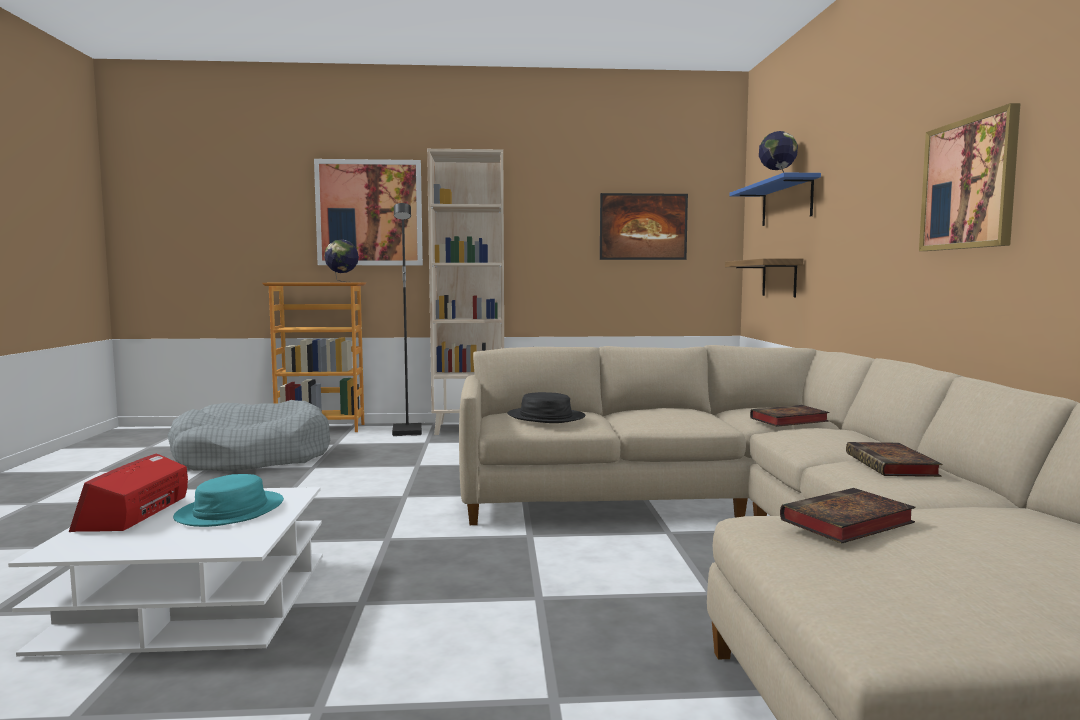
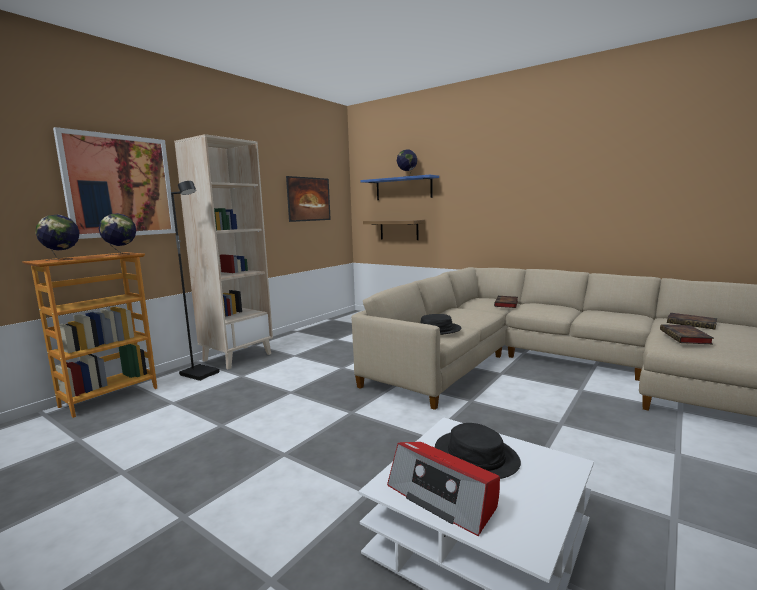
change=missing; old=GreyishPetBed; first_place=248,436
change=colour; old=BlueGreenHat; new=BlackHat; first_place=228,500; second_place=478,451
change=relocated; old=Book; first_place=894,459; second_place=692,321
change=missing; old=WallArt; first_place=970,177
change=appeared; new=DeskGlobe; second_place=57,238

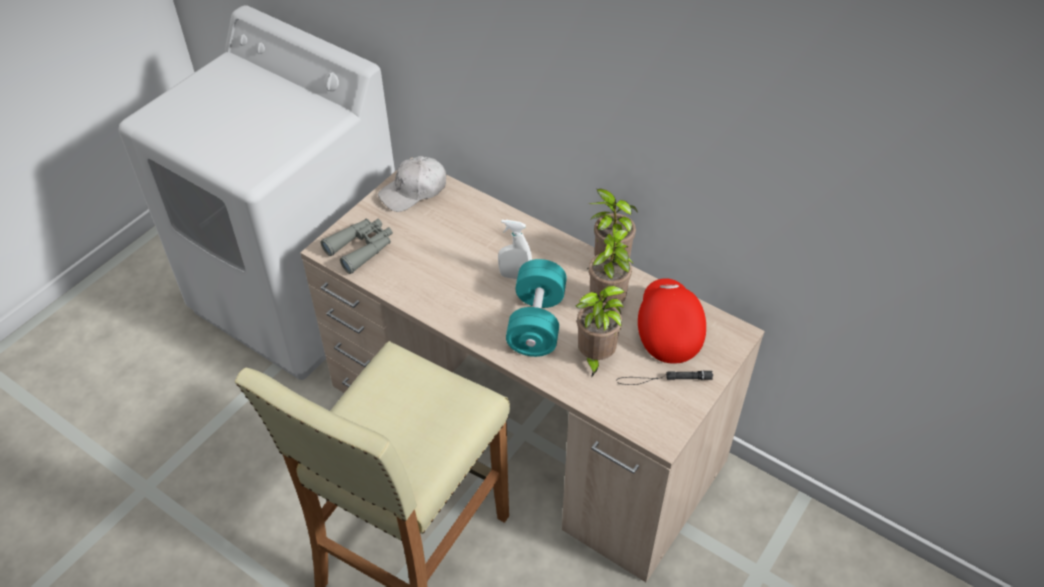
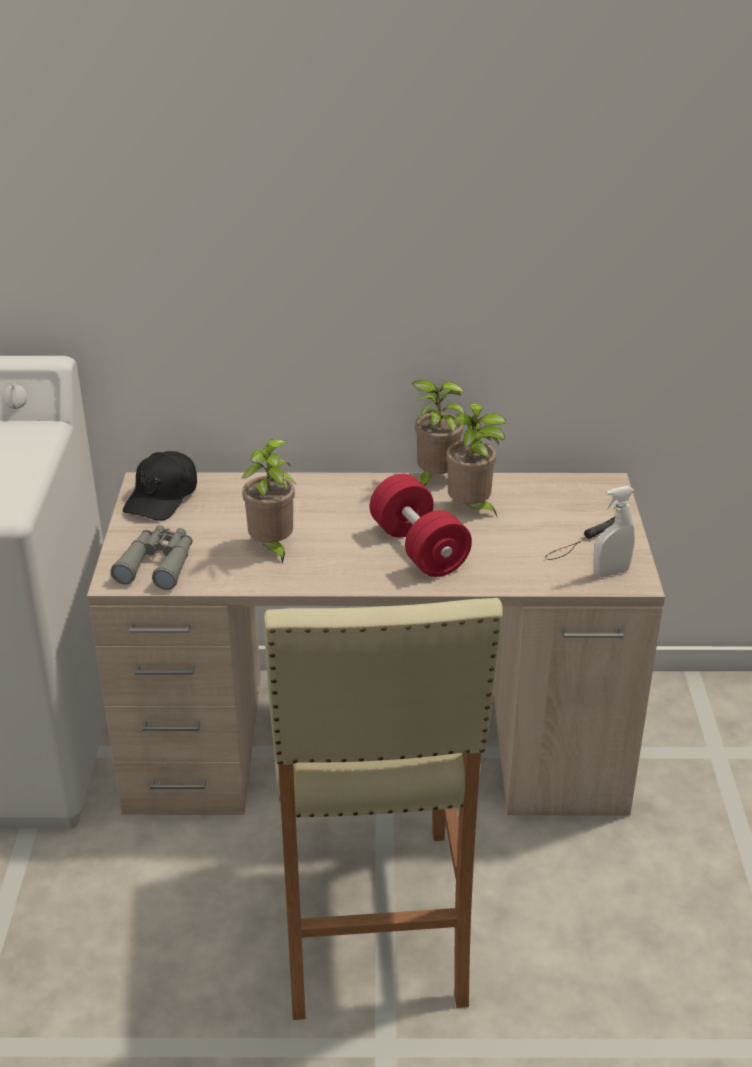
change=colour; old=WhitishCap; new=BlackCap; first_place=412,184; second_place=160,486
change=relocated; old=WhitishSprayer; first_place=515,249; second_place=614,531
change=colour; old=BlueGreenHandWeight; new=RedColouredHandWeight; first_place=536,308; second_place=420,525
change=relocated; old=PlantInAPot; first_place=600,331; second_place=269,501
change=missing; old=RedColouredCap; first_place=672,321

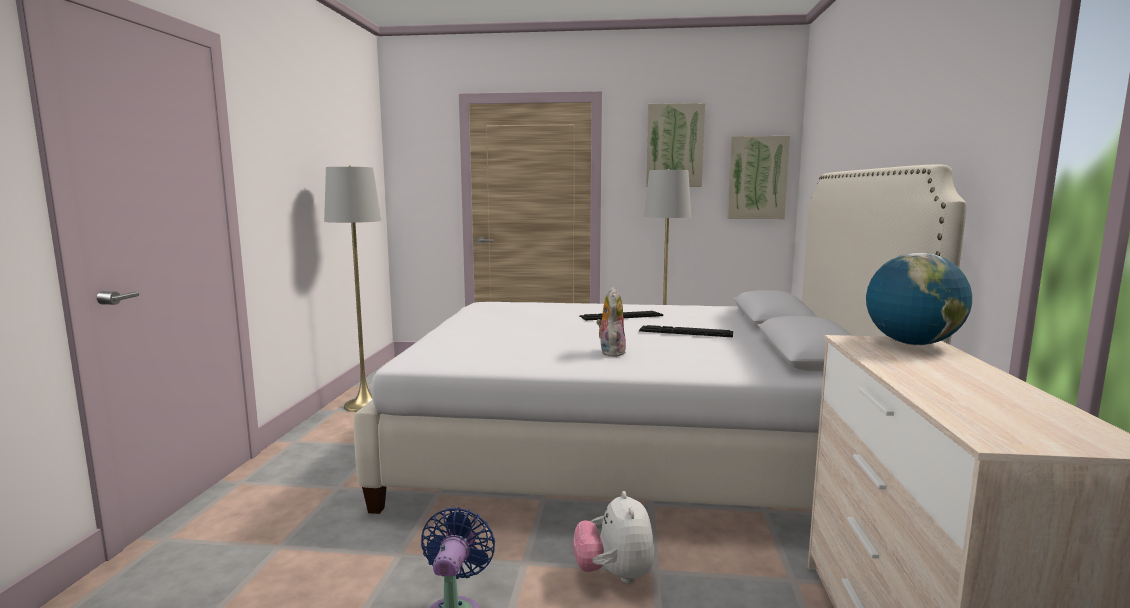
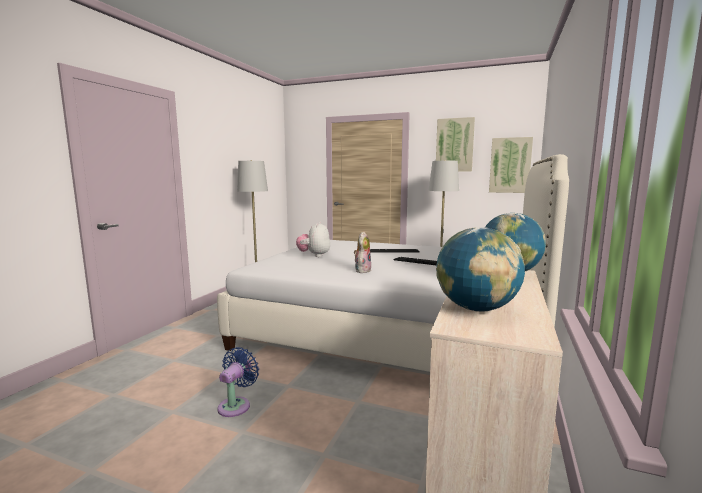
change=relocated; old=PlushToy; first_place=614,537; second_place=313,239
change=appeared; new=DeskGlobe; second_place=480,269

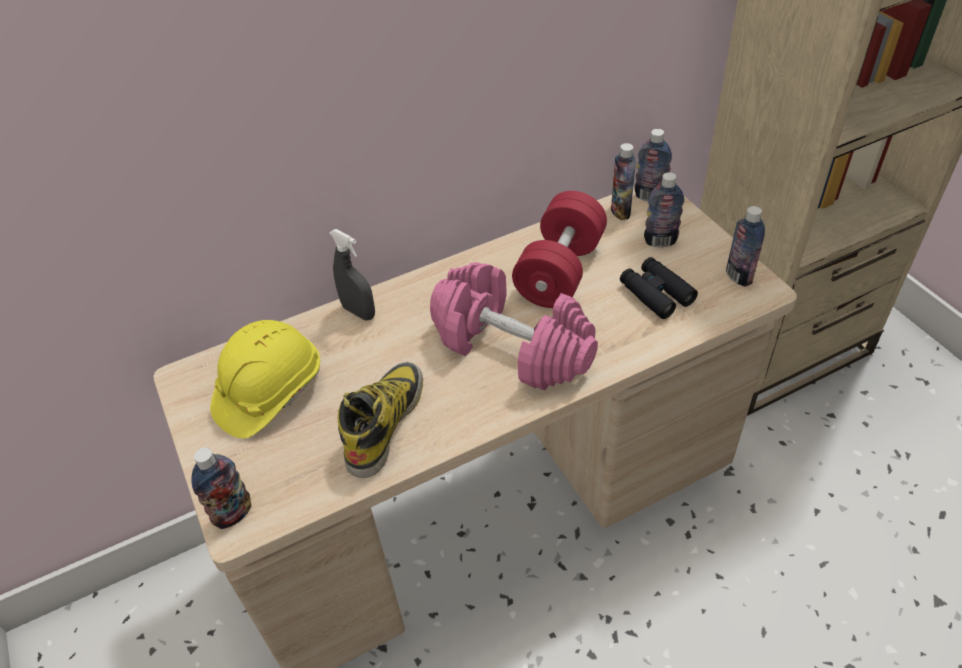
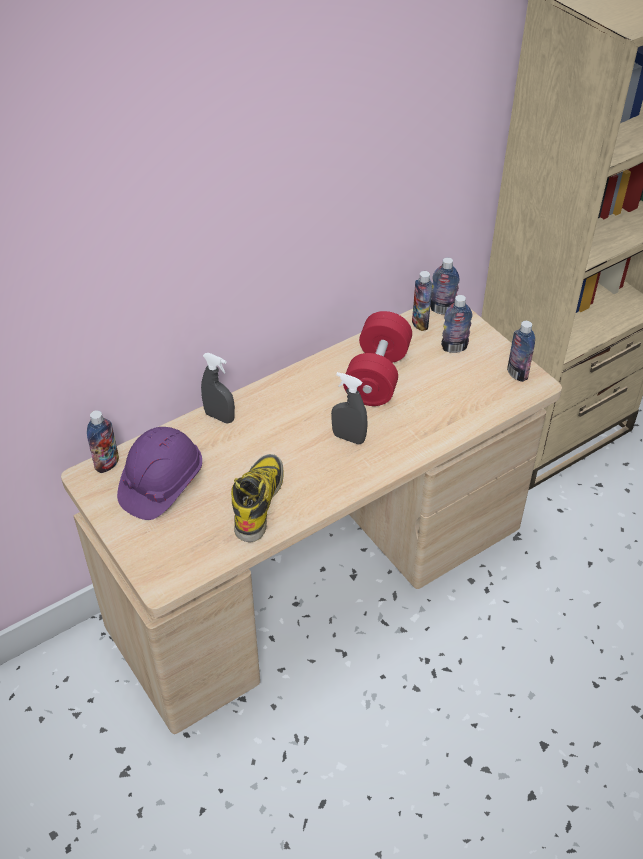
change=relocated; old=Bottle; first_place=221,488; second_place=103,441
change=colour; old=YellowColouredSafetyHelmet; new=PurpleSafetyHelmet; first_place=265,379; second_place=159,473
change=exchanged; old=PinkColouredHandWeight; new=GreyishSprayer; first_place=514,326; second_place=349,408
change=missing; old=BlackFieldGlasses; first_place=659,288

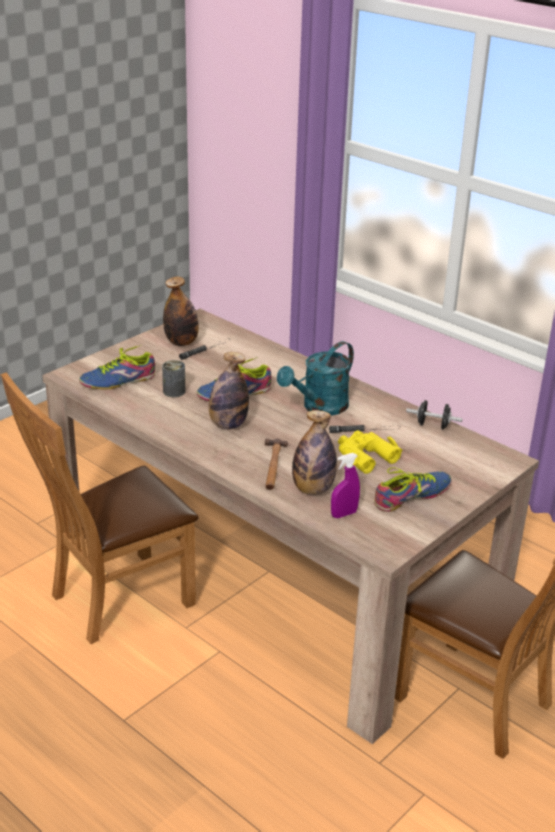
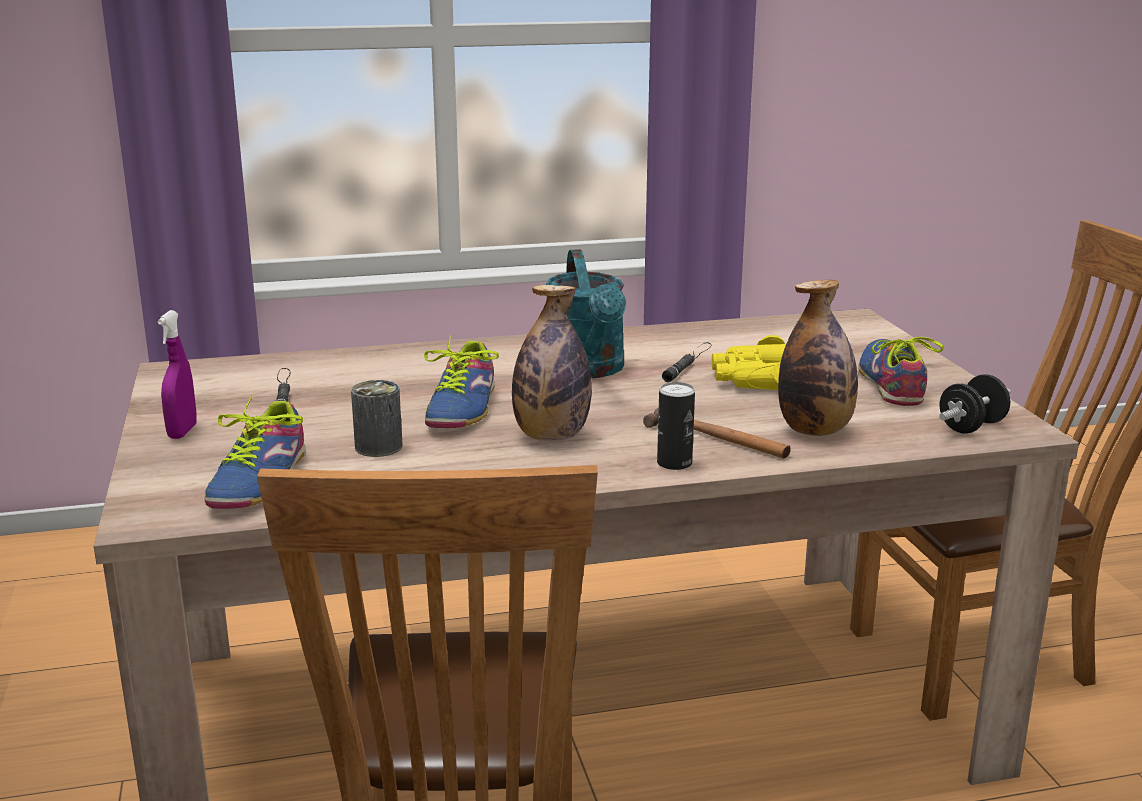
change=missing; old=Bottle; first_place=181,311
change=relocated; old=PurpleSprayer; first_place=345,485; second_place=177,374
change=relocated; old=BlackHandWeight; first_place=434,415; second_place=974,403
change=appeared; new=MetalCan; second_place=676,426

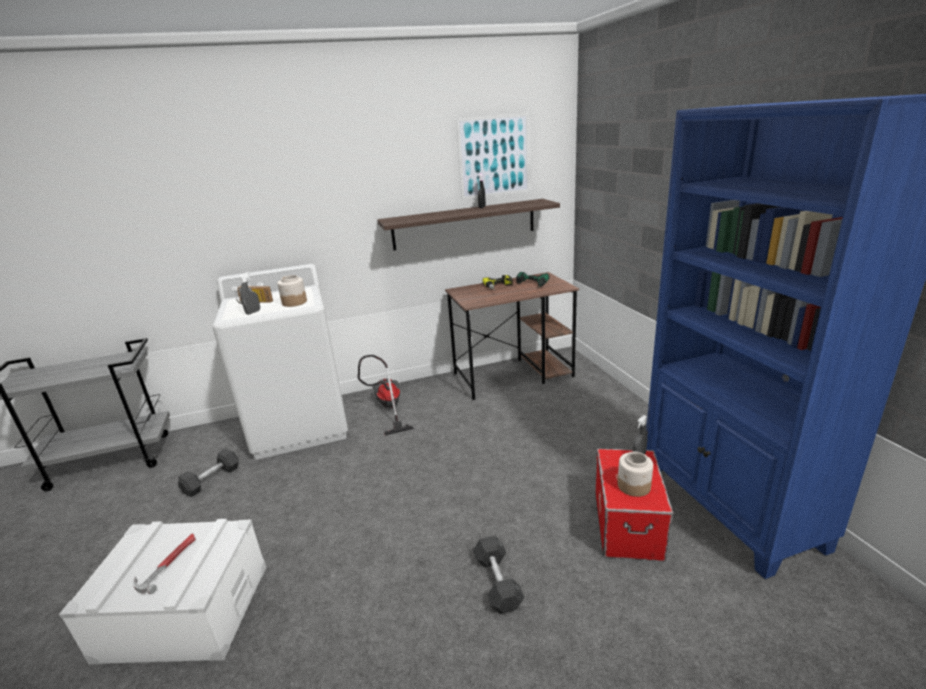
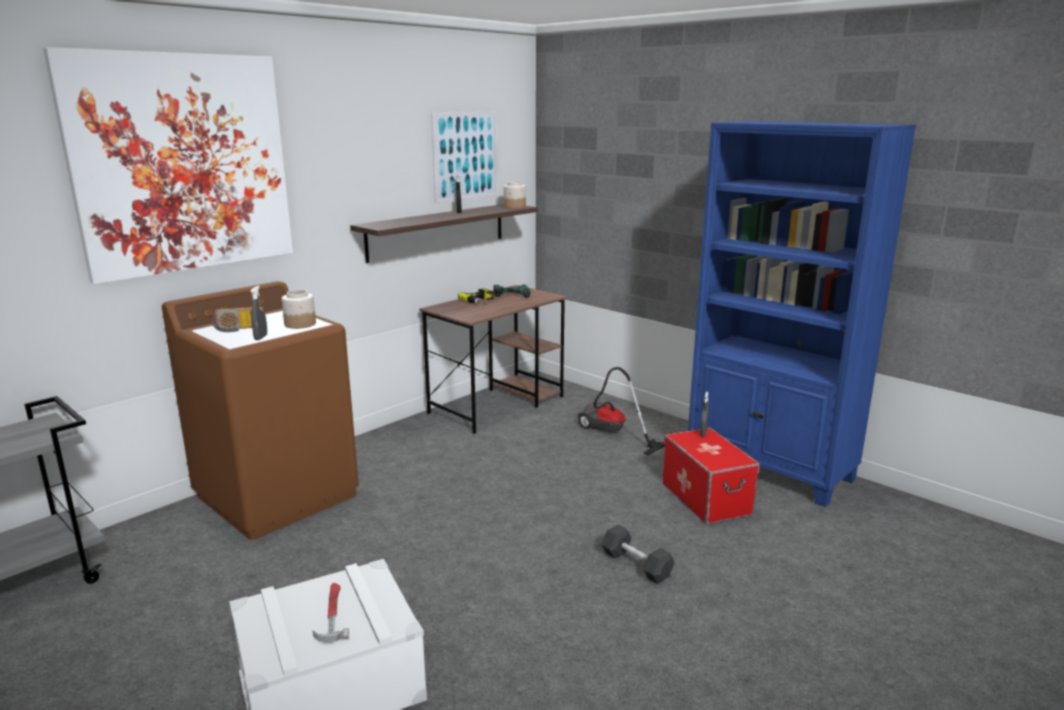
change=missing; old=GreyishHandWeight; first_place=208,472
change=colour; old=WhitishWashingMachine; new=BrownishWashingMachine; first_place=280,362; second_place=260,410
change=relocated; old=Hoover; first_place=386,395; second_place=621,411
change=relocated; old=Jar; first_place=635,474; second_place=514,195
change=appeared; new=WallArt; second_place=168,165

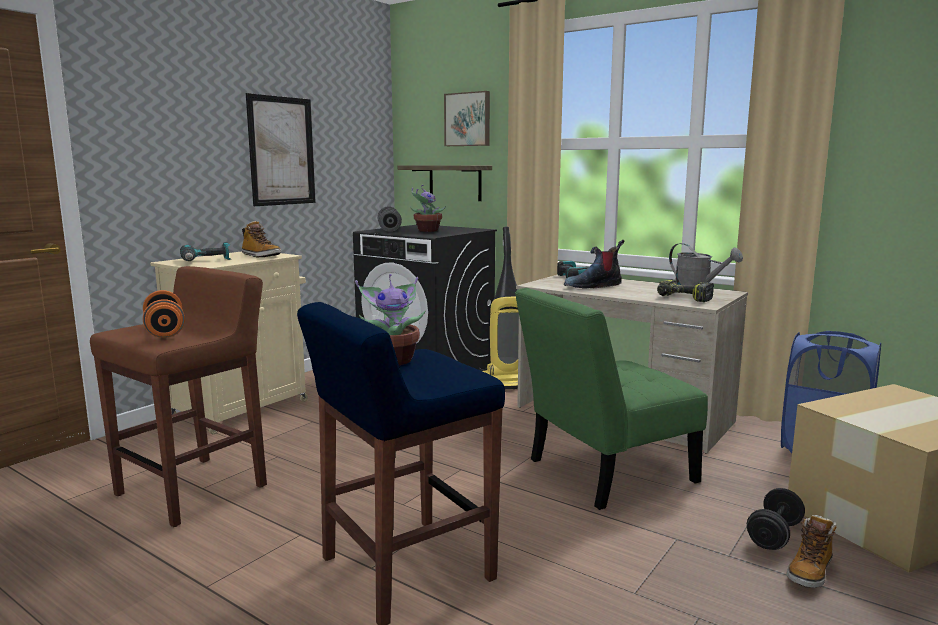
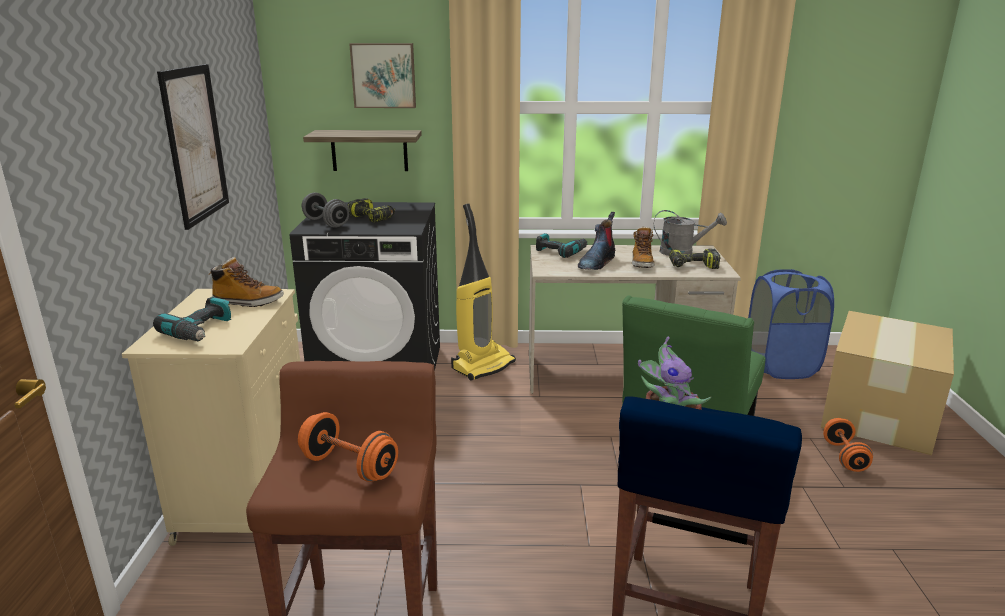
change=exchanged; old=PlantInAPot; new=Drill; first_place=428,208; second_place=371,210
change=colour; old=BlackHandWeight; new=OrangeHandWeight; first_place=776,519; second_place=848,445
change=relocated; old=Boot; first_place=812,551; second_place=643,247

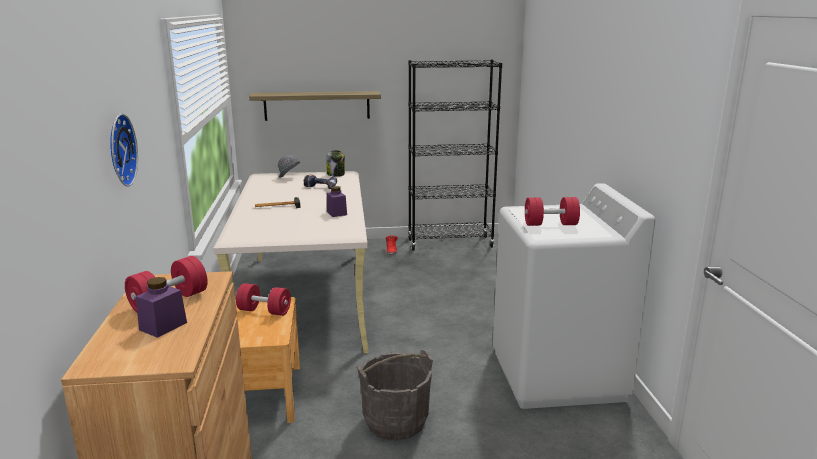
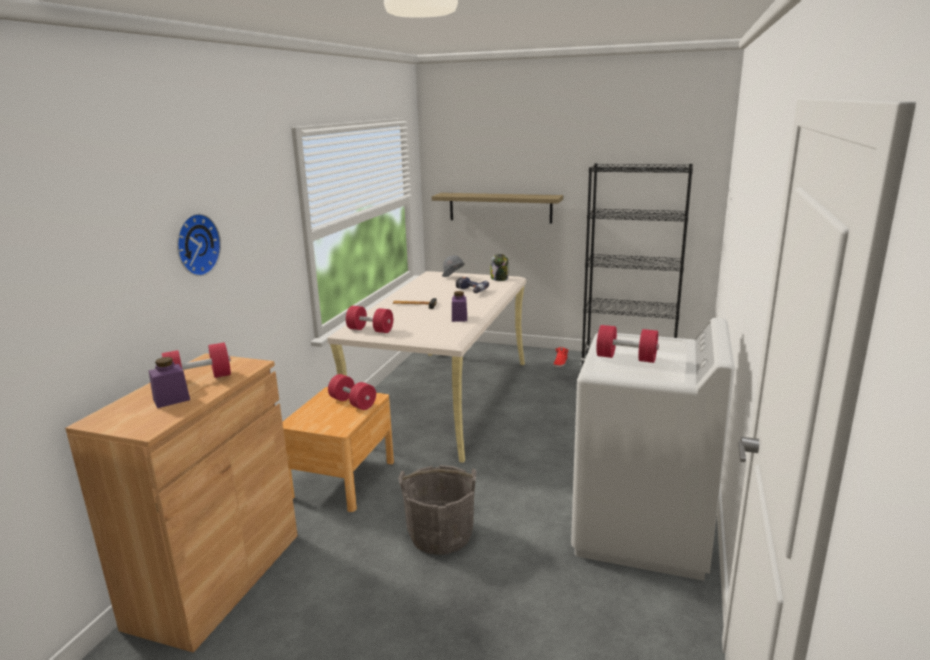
change=appeared; new=RedColouredHandWeight; second_place=369,319

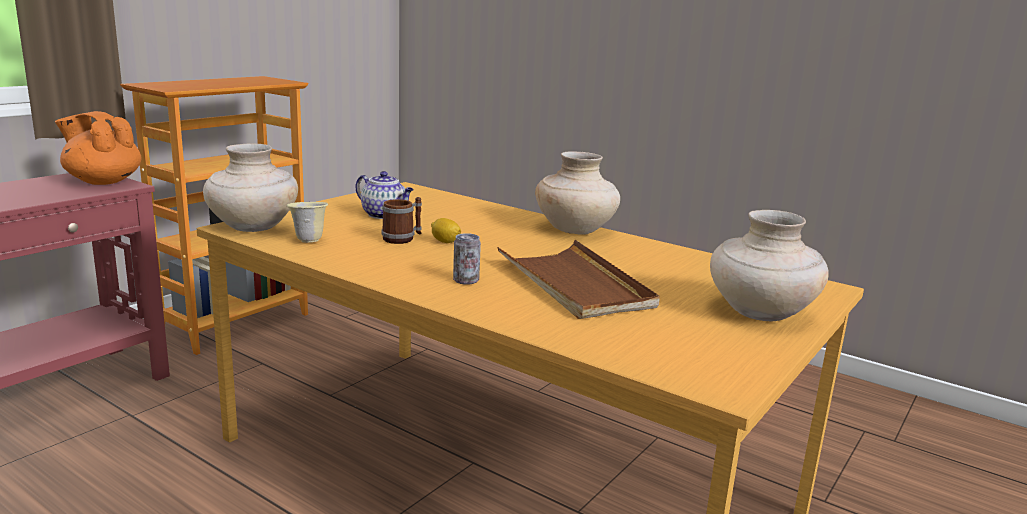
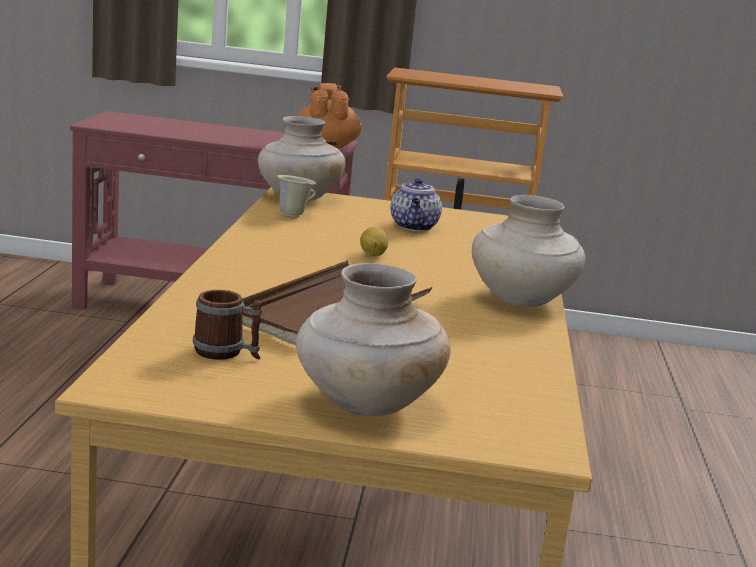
change=relocated; old=Mug; first_place=401,220; second_place=227,325
change=missing; old=MetalCan; first_place=467,259

